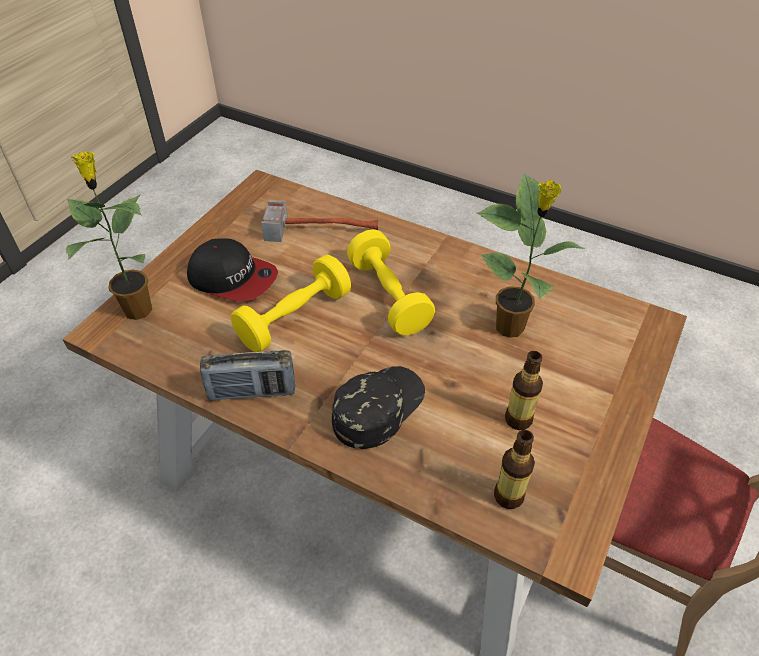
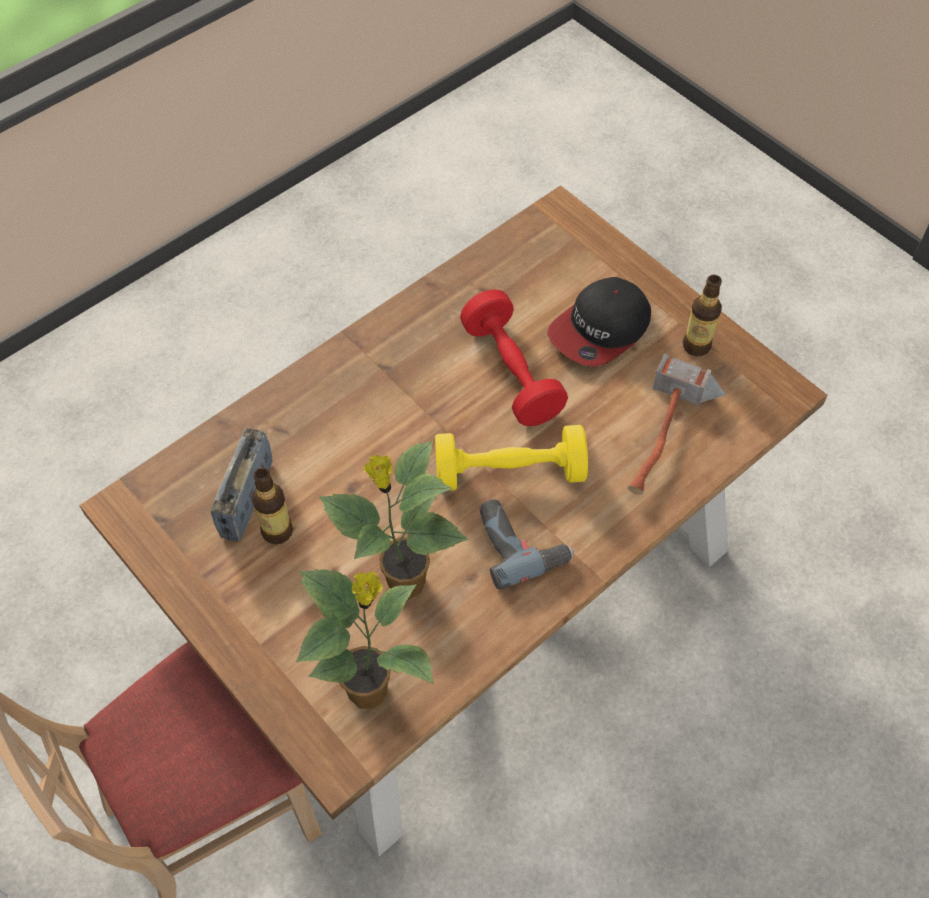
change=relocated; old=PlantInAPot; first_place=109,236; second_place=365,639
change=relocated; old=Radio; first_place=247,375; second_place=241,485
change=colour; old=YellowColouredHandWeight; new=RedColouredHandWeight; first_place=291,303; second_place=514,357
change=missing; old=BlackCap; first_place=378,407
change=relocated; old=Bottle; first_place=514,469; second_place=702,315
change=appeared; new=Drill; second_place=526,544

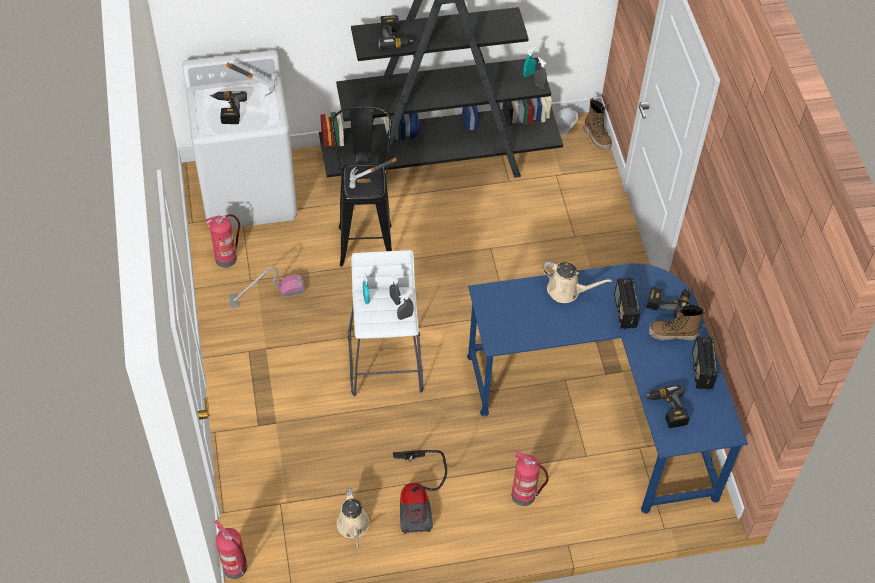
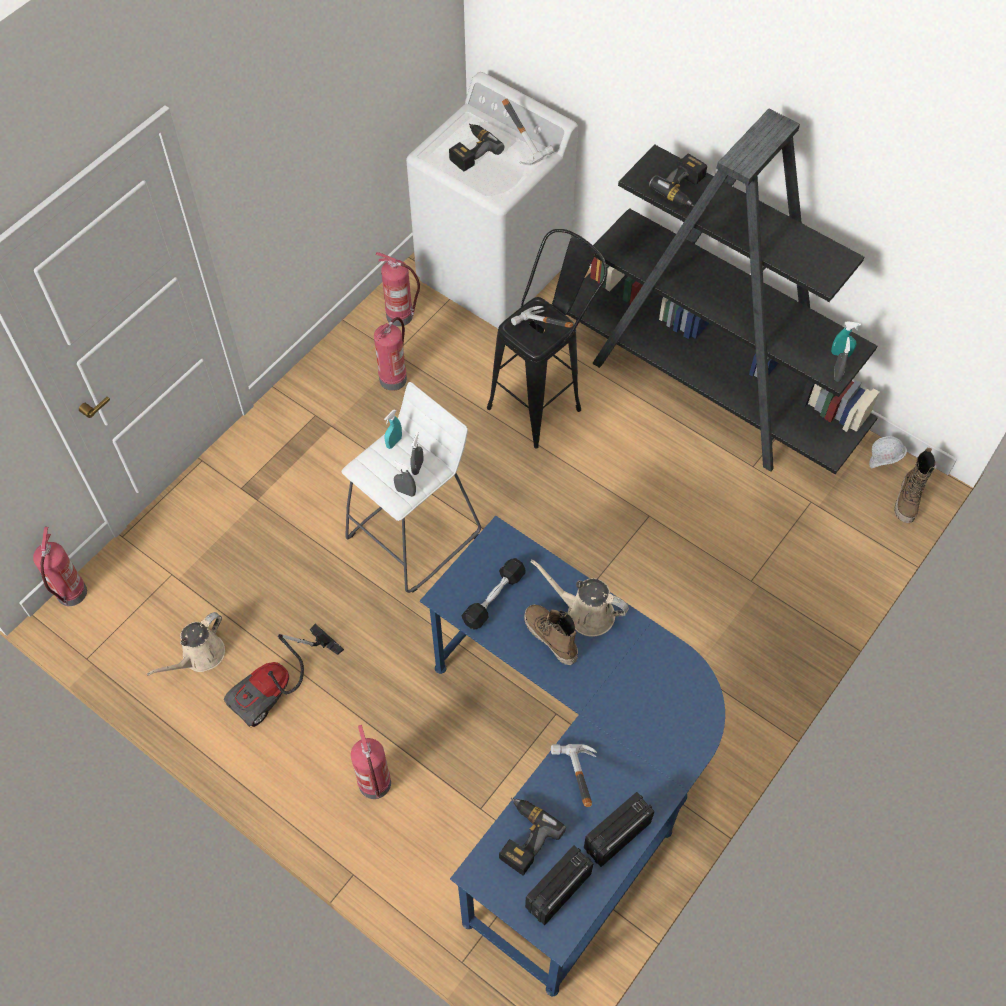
change=exchanged; old=Hoover; new=FireFightingCylinder; first_place=267,287; second_place=390,354
change=spun; old=BeigeWateringCan; first_place=577,282; second_place=579,598; degrees=135
change=relocated; old=Radio; first_place=627,303; second_place=559,885
change=missing; old=Drill; first_place=668,302
change=relocated; old=Boot; first_place=677,322; second_place=551,635
change=appeared; new=BlackHandWeight; second_place=494,594
change=appeared; new=ToolHammer; second_place=574,775

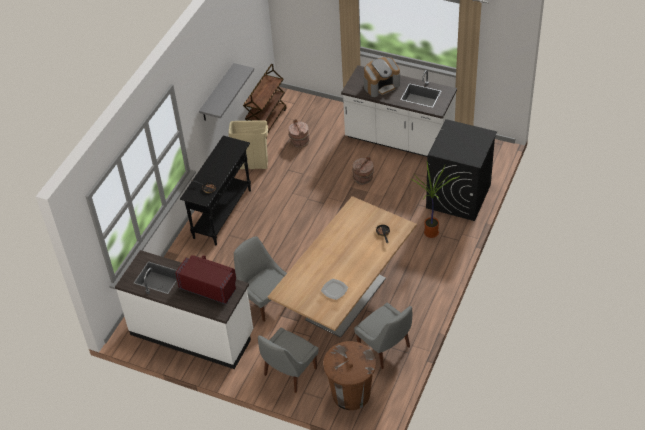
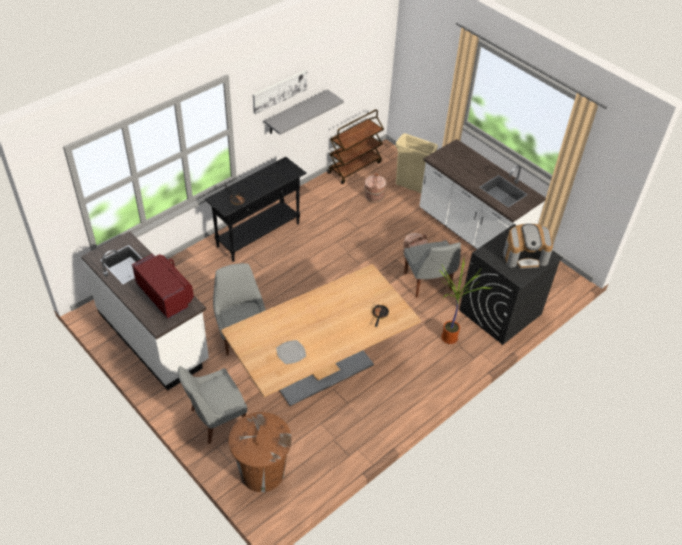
change=relocated; old=BeigeTrashCan; first_place=248,144; second_place=416,163
change=relocated; old=GreyishUprightChair; first_place=383,336; second_place=432,269
change=relocated; old=CoffeeMaker; first_place=382,77; second_place=528,246
change=appeared; new=WallArt; second_place=280,92

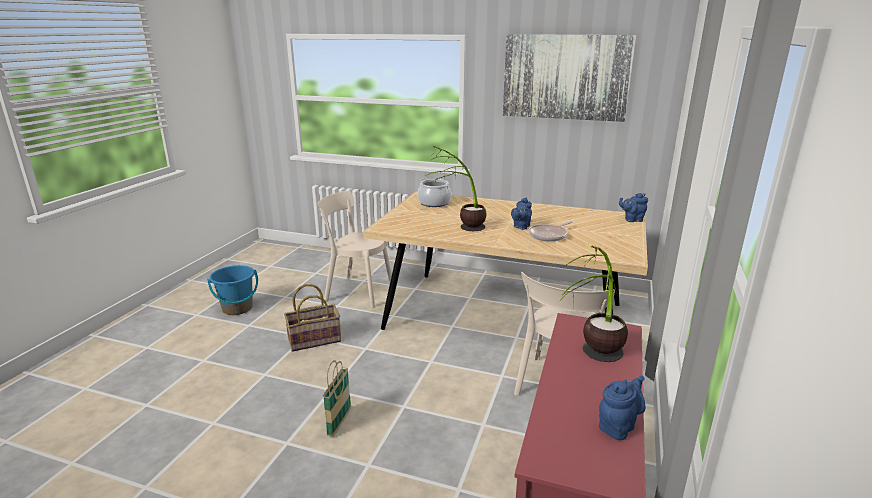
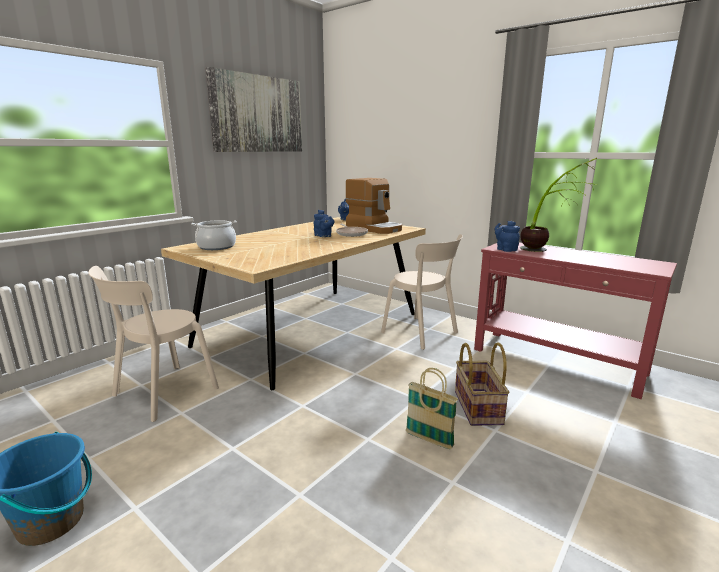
change=relocated; old=StorageBasket; first_place=312,318; second_place=482,384
change=missing; old=PlantInAPot; first_place=456,188
change=relocated; old=BluePotForTea; first_place=622,408; second_place=507,236
change=appeared; new=CoffeeMaker; second_place=374,206

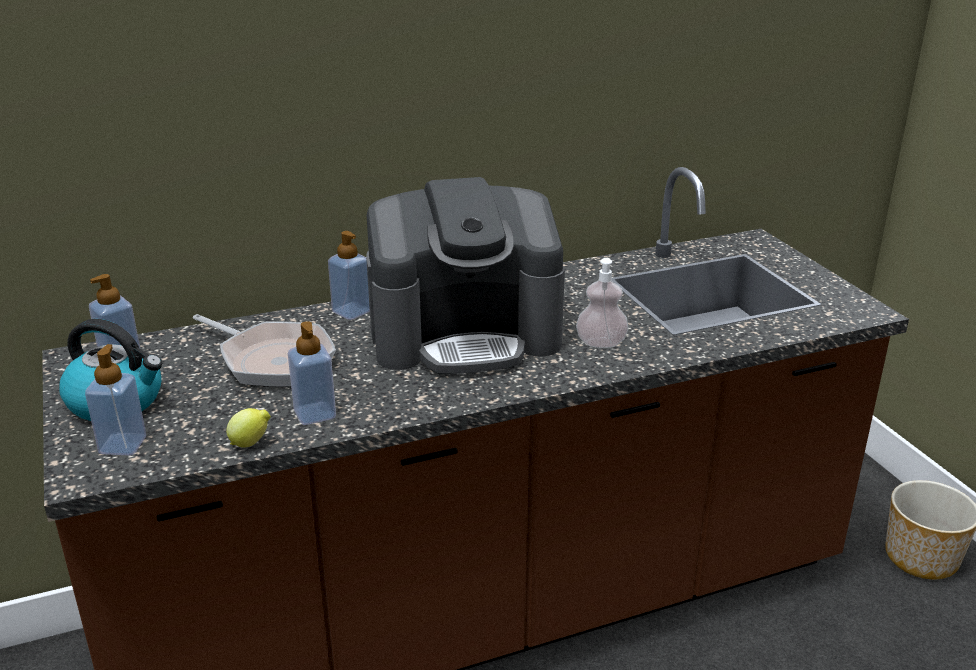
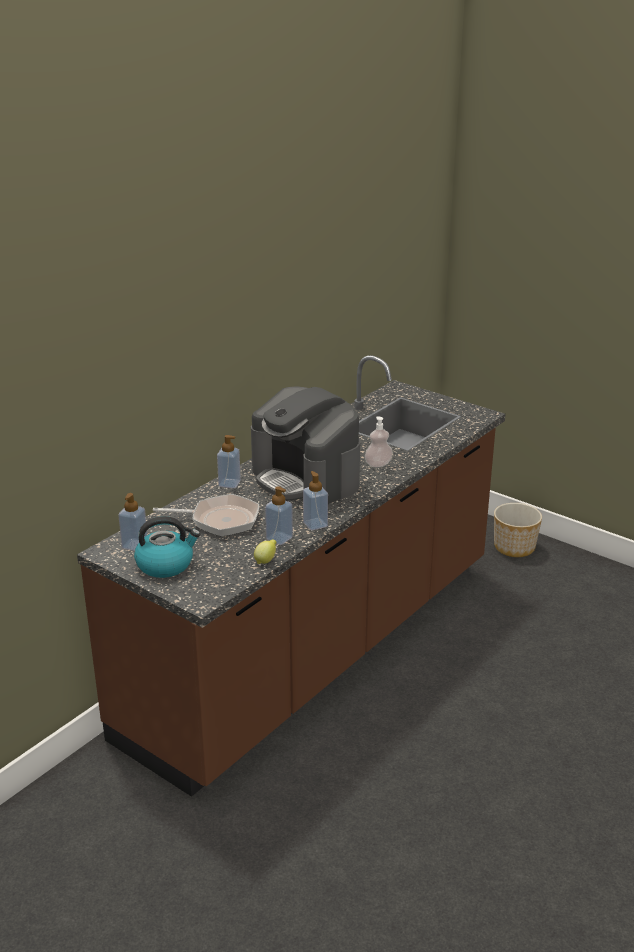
change=relocated; old=LiquidSoapBottle; first_place=115,399; second_place=315,500
change=spun; old=CoffeeMaker; first_place=465,276; second_place=305,445; degrees=90

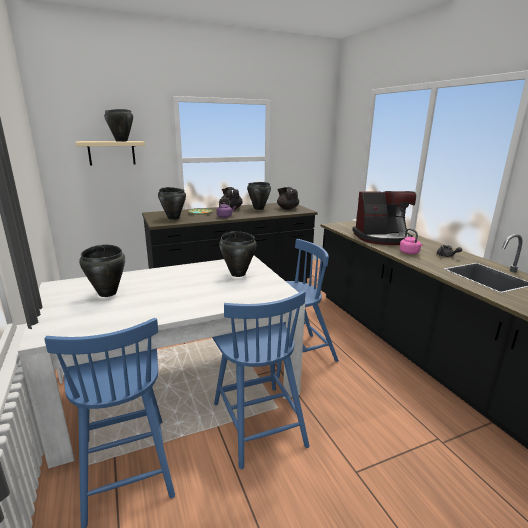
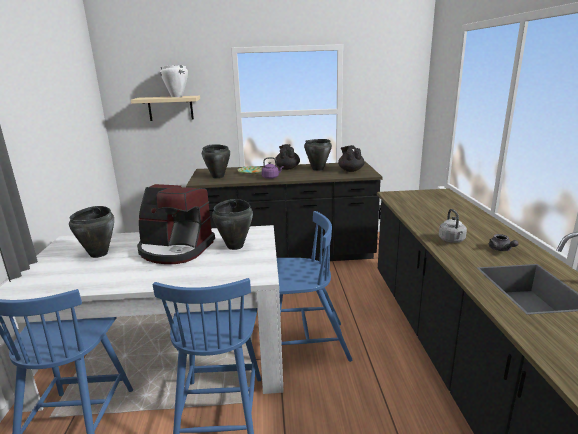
change=colour; old=BlackSaucepot; new=WhitishSaucepot; first_place=118,125; second_place=174,81
change=relocated; old=CoffeeMaker; first_place=384,218; second_place=176,224
change=colour; old=PinkColouredWaterKettle; new=GreyishWaterKettle; first_place=411,241; second_place=453,226

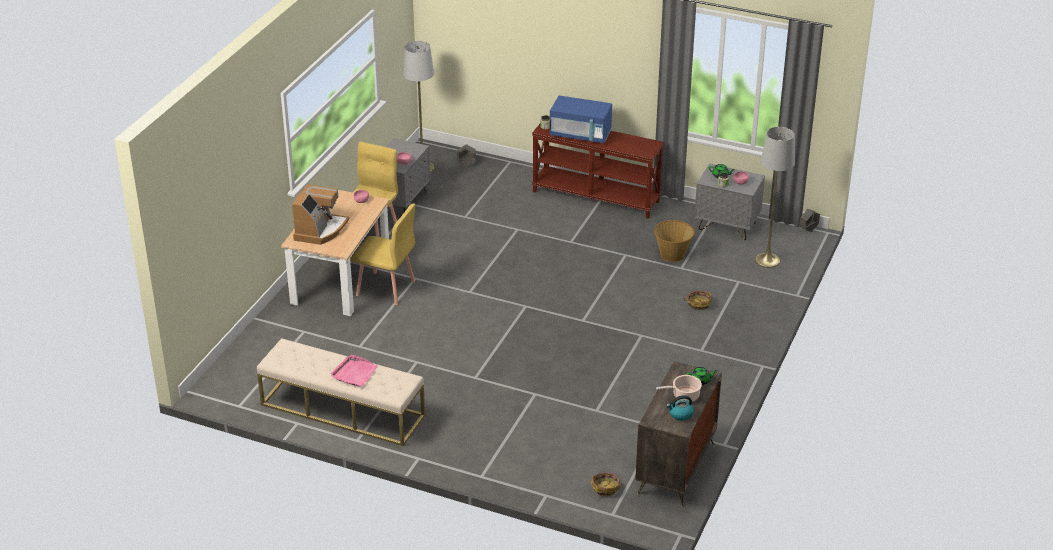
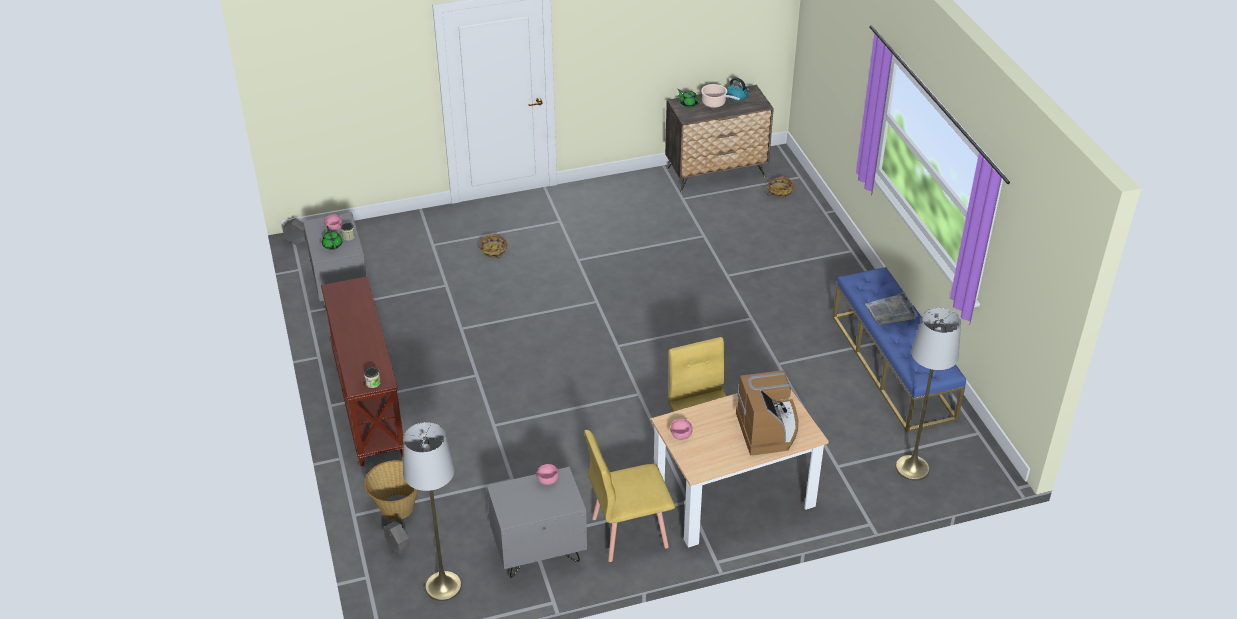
change=colour; old=BeigeLongSeat; new=BlueLongSeat; first_place=341,392; second_place=899,349
change=spun; old=CoffeeMaker; first_place=321,214; second_place=767,413; degrees=105
change=colour; old=PinkColouredServingTray; new=GreyishServingTray; first_place=354,371; second_place=891,308
change=missing; old=BlueMicrowaveOven; first_place=581,119
change=relocated; old=StorageBasket; first_place=674,241; second_place=391,490
change=relocated; old=GreyishFloorLamp; first_place=775,197; second_place=928,394

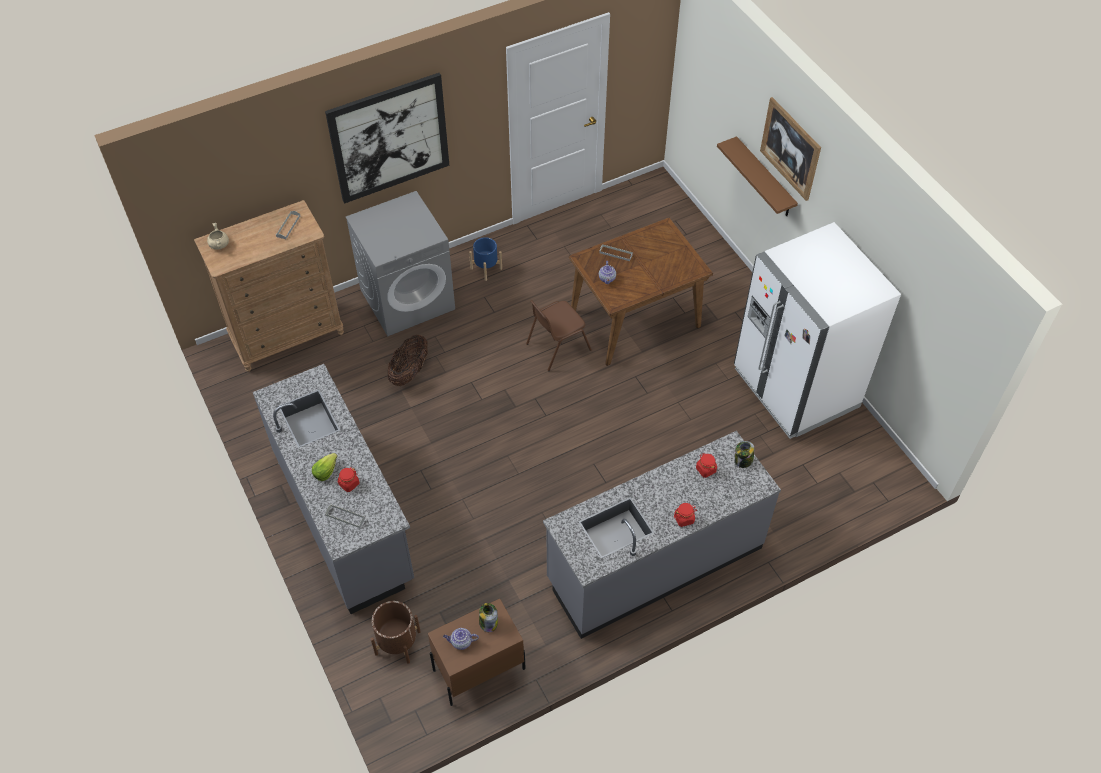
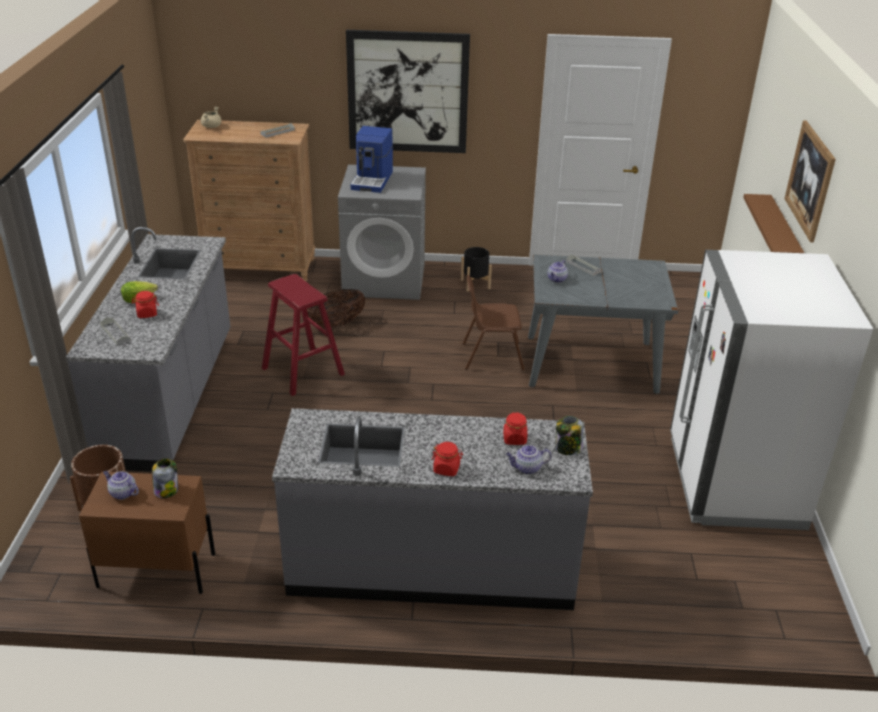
change=colour; old=BluePlantPot; new=BlackPlantPot; first_place=485,259; second_place=476,269
change=colour; old=BrownishDinnerTable; new=GreyishDinnerTable; first_place=641,292; second_place=603,324
change=appeared; new=RedColouredStoolSeat; second_place=303,335
change=appeared; new=CoffeeMaker; second_place=372,159
change=appeared; new=PotForTea; second_place=529,459

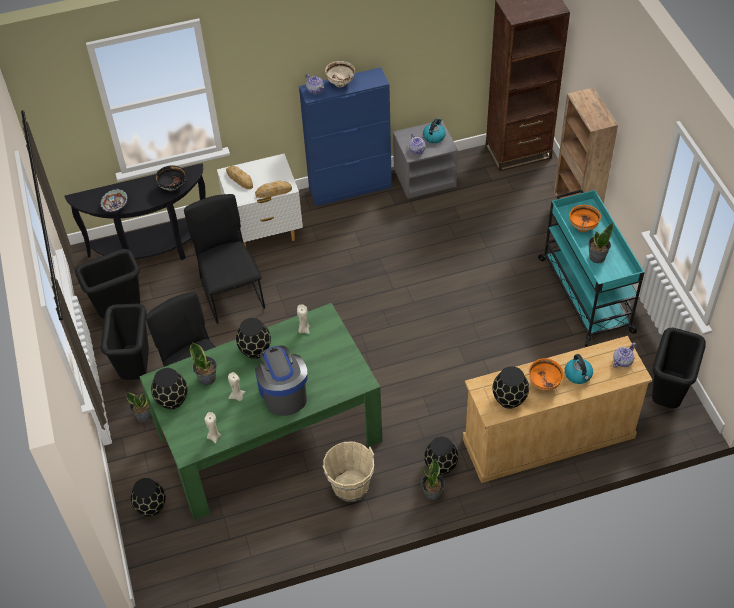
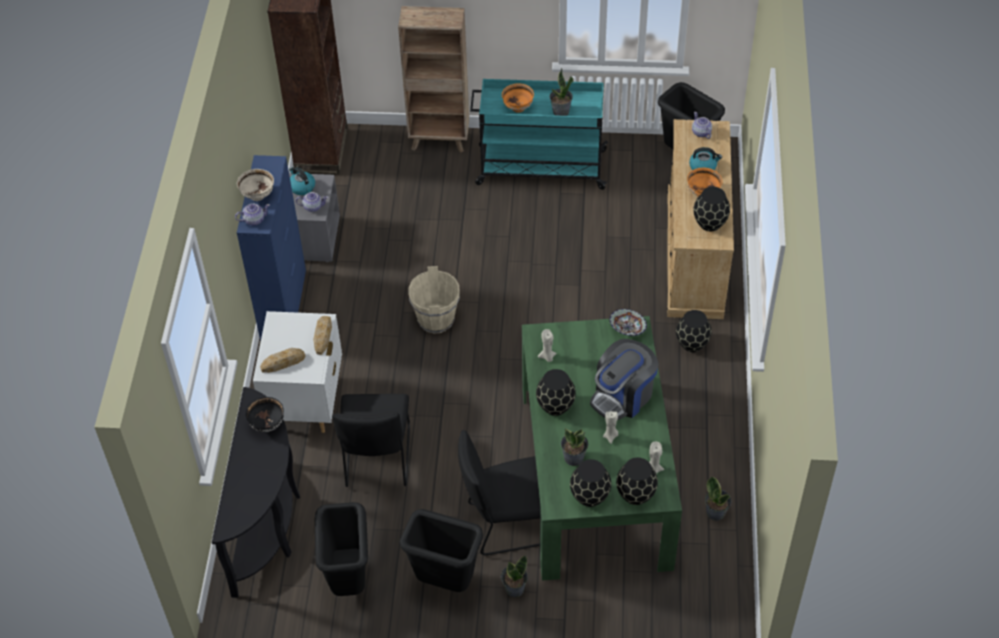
change=relocated; old=ServingBowl; first_place=114,200; second_place=628,322
change=relocated; old=BlackDecorativeVase; first_place=148,497; second_place=637,481
change=spun; old=BlackUprightChair; first_place=224,259; second_place=371,440; degrees=-90
change=spun; old=CoffeeMaker; first_place=281,381; second_place=624,379; degrees=-45
change=relocated; old=BeigePail; first_place=348,471; second_place=434,300
change=relocated; old=PlantInAPot; first_place=433,480; second_place=718,498

